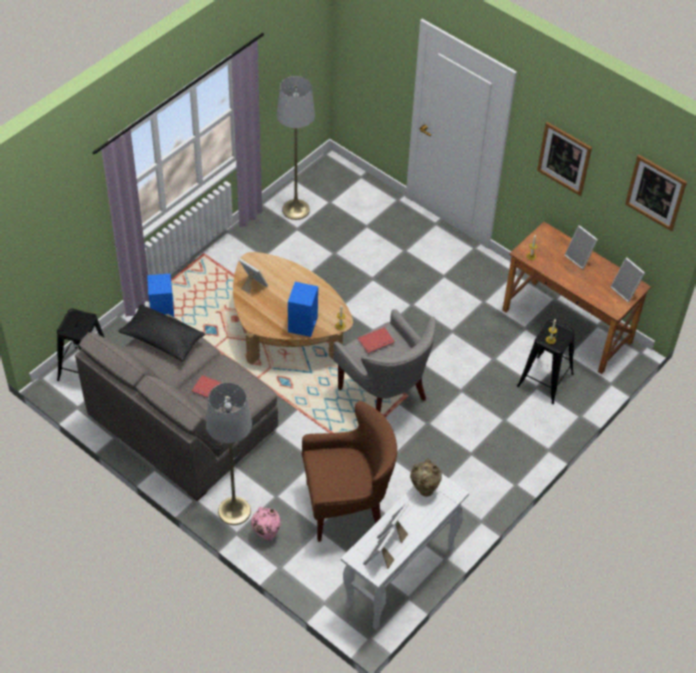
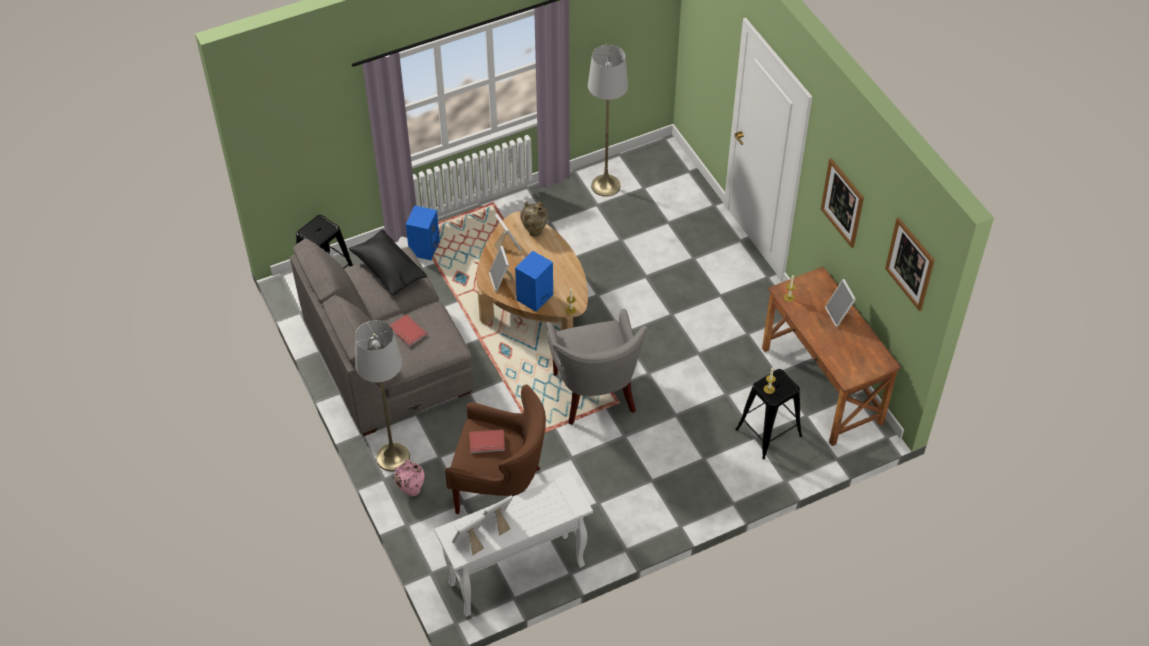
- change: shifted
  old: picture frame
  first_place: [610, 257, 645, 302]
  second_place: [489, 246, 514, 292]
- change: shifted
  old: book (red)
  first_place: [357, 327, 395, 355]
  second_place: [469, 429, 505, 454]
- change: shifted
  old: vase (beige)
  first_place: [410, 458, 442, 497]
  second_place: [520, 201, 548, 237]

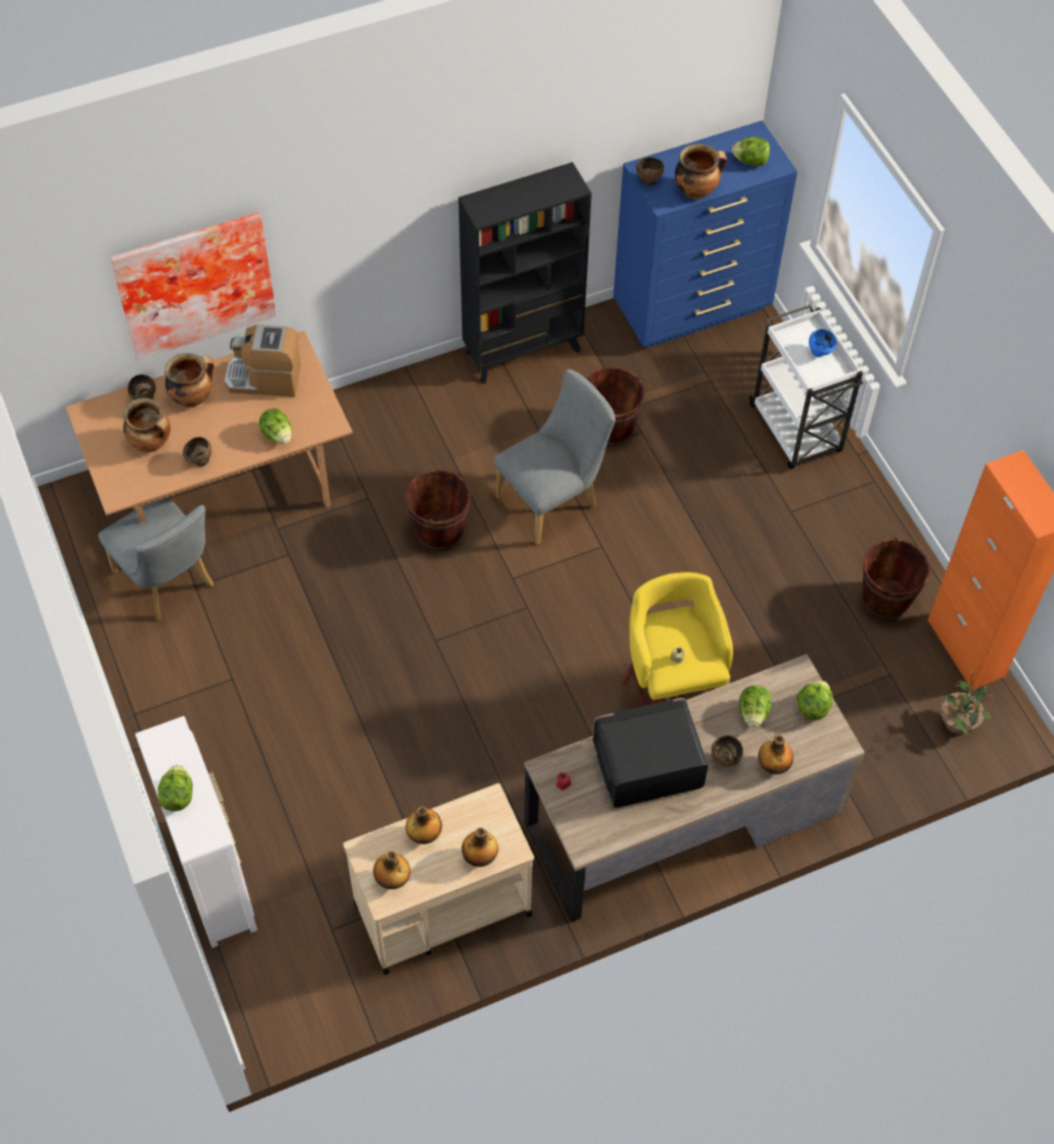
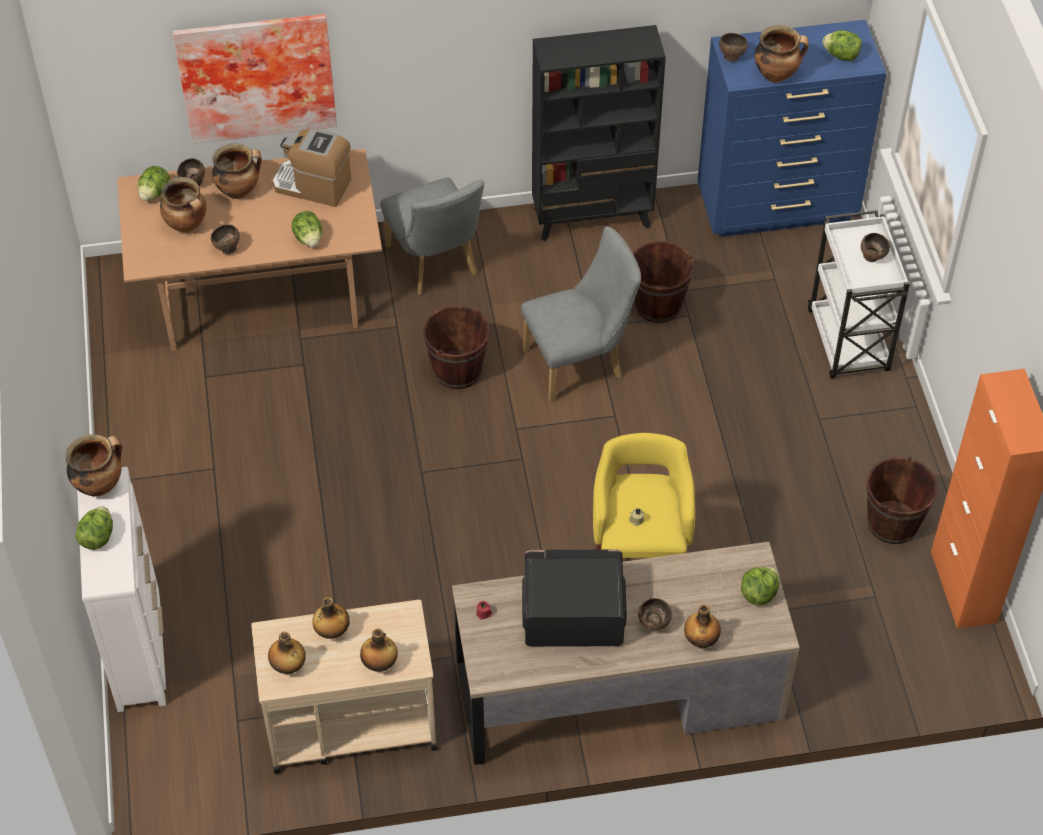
- change: repainted
  old: bowl (blue)
  new: bowl (brown)
  first_place: [809, 329, 837, 357]
  second_place: [861, 233, 890, 262]
- change: shifted
  old: chair (grey)
  first_place: [98, 497, 214, 620]
  second_place: [380, 177, 484, 295]
- change: gone
  old: potted plant
  first_place: [940, 669, 993, 734]
- change: shifted
  old: lettuce
  first_place: [739, 685, 771, 728]
  second_place: [138, 166, 170, 201]
- change: new
  new: cooking pot
  second_place: [66, 435, 122, 496]

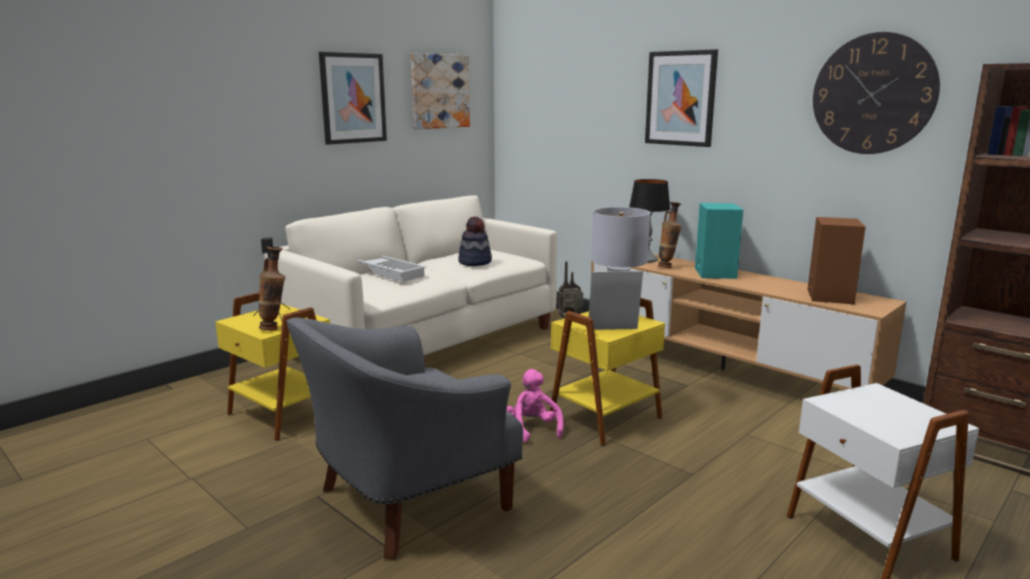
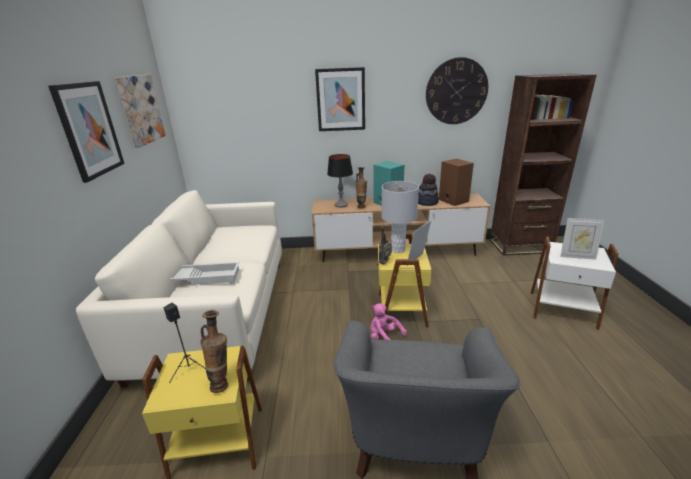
- change: shifted
  old: hat
  first_place: [458, 217, 492, 266]
  second_place: [418, 174, 439, 206]
- change: new
  new: picture frame
  second_place: [560, 218, 605, 260]

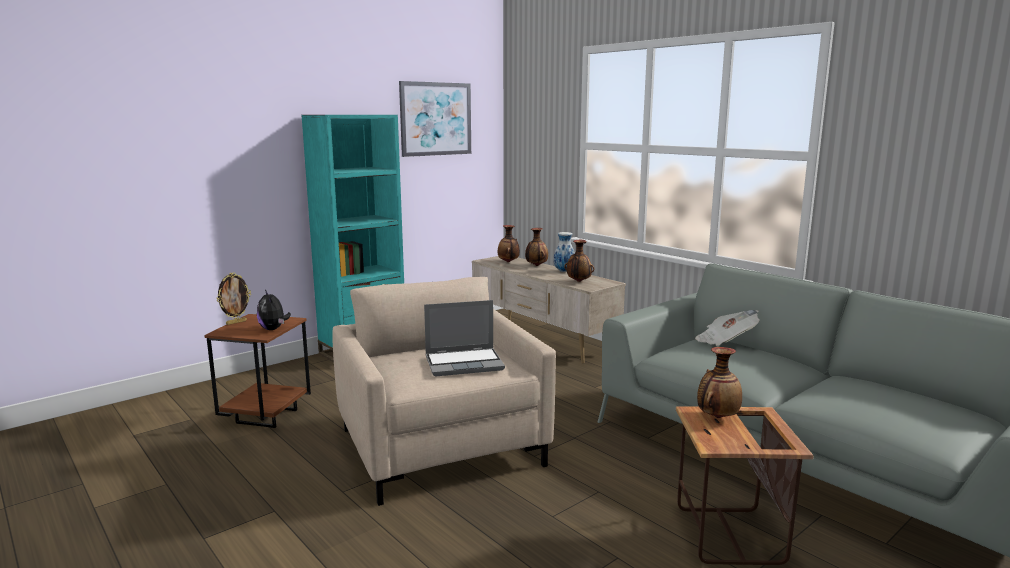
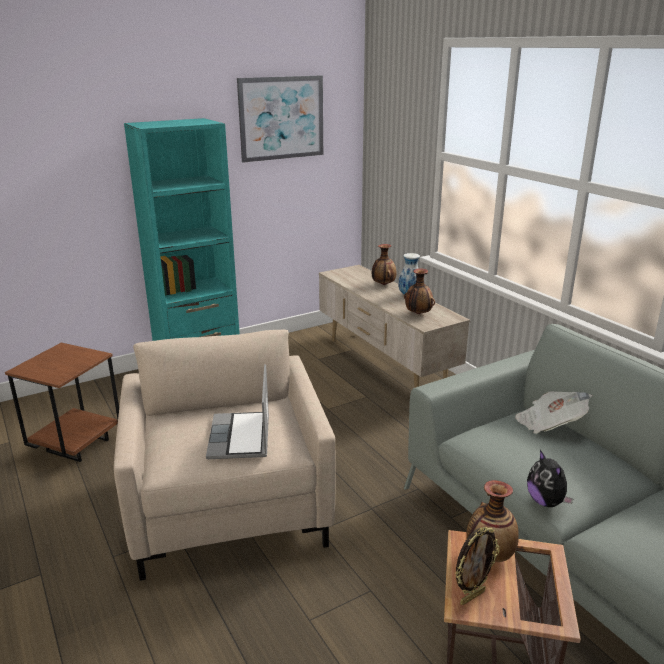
- change: gone
  old: vase
  first_place: [498, 225, 520, 262]
- change: shifted
  old: picture frame
  first_place: [217, 272, 251, 325]
  second_place: [455, 527, 500, 606]
- change: shifted
  old: plush toy
  first_place: [257, 290, 291, 330]
  second_place: [527, 450, 573, 507]
- change: rotated
  old: laptop
  first_place: [424, 300, 505, 377]
  second_place: [206, 364, 269, 459]
  degrees: 90

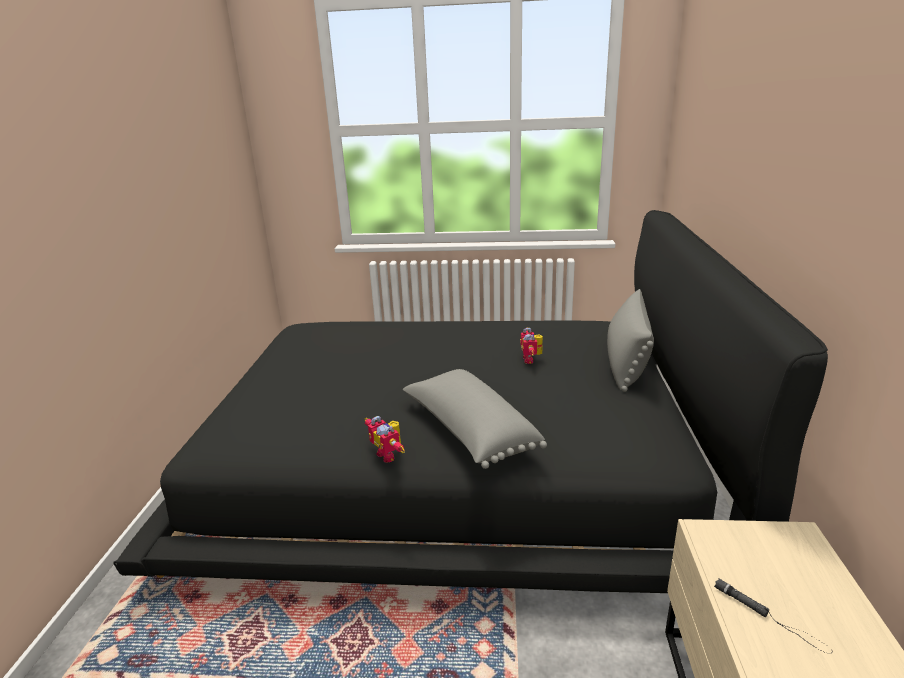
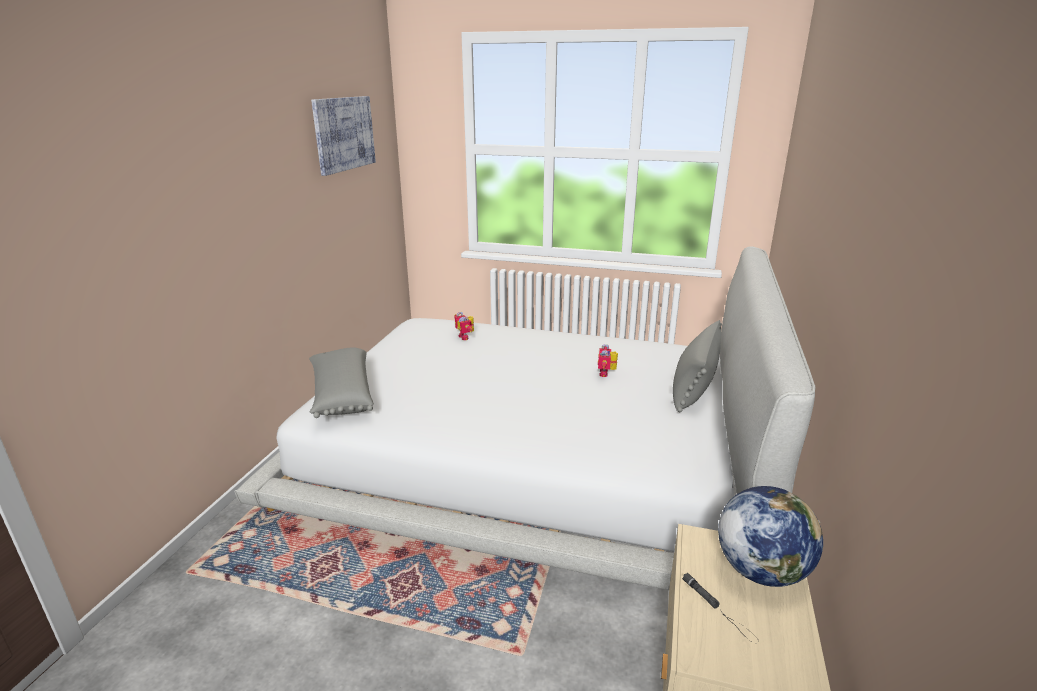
- change: repainted
  old: bed (black)
  new: bed (white)
  first_place: [113, 210, 828, 593]
  second_place: [234, 246, 815, 590]
- change: shifted
  old: pillow (grey)
  first_place: [403, 369, 547, 469]
  second_place: [309, 348, 374, 418]
- change: shifted
  old: toy robot
  first_place: [365, 416, 405, 463]
  second_place: [454, 312, 474, 340]
- change: new
  new: picture
  second_place: [311, 96, 376, 176]
- change: new
  new: globe
  second_place: [718, 486, 823, 587]

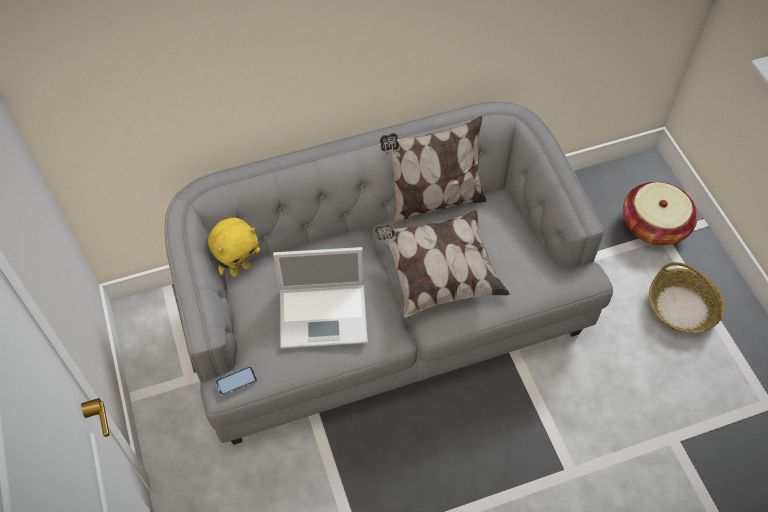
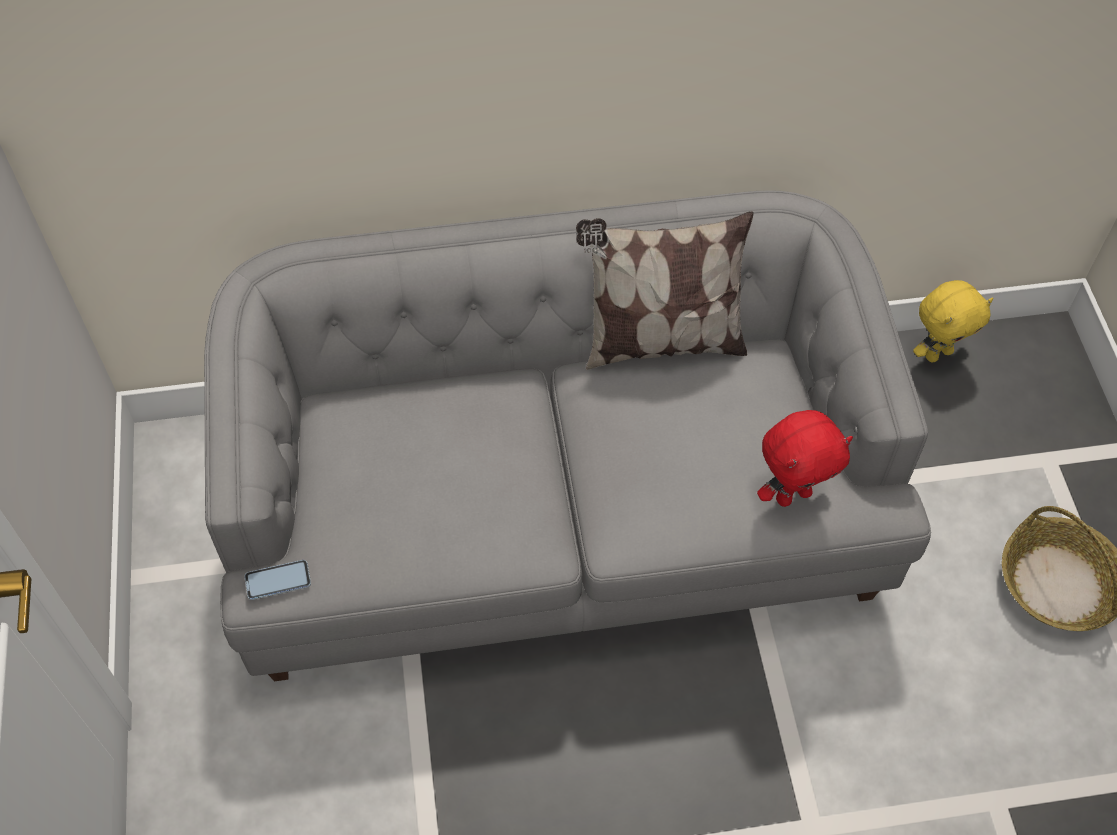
- change: gone
  old: basket
  first_place: [623, 182, 698, 245]
- change: gone
  old: pillow
  first_place: [375, 209, 510, 318]
- change: shifted
  old: plush toy (yellow)
  first_place: [208, 217, 260, 277]
  second_place: [913, 280, 993, 362]
- change: gone
  old: laptop
  first_place: [273, 247, 368, 349]
- change: new
  new: plush toy (red)
  second_place: [757, 410, 853, 507]

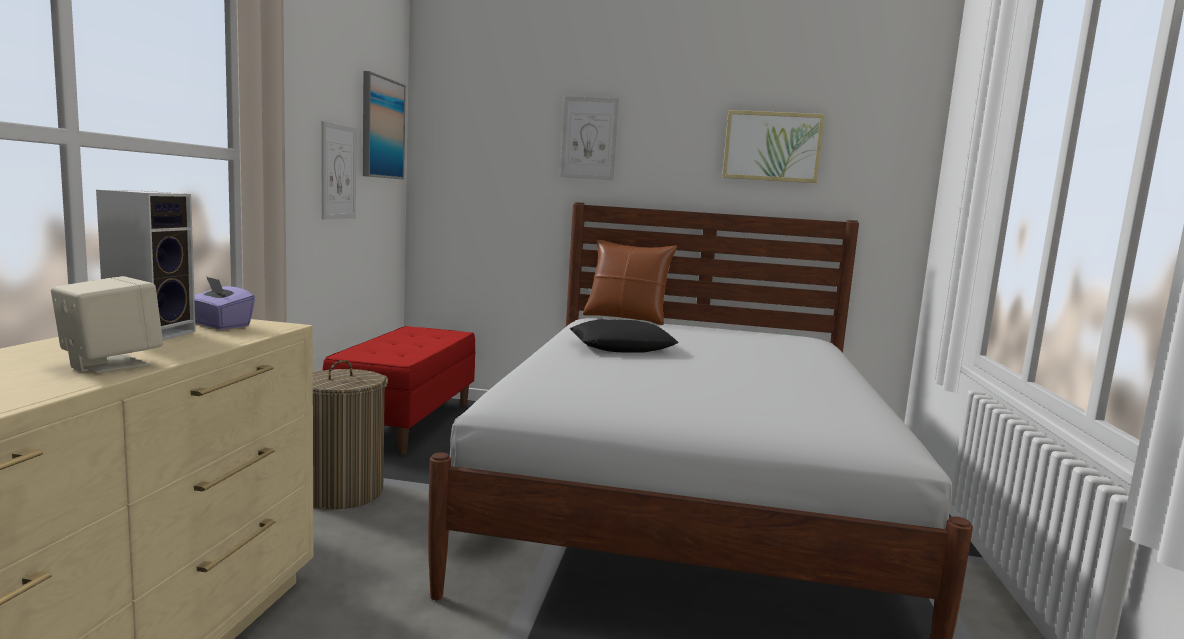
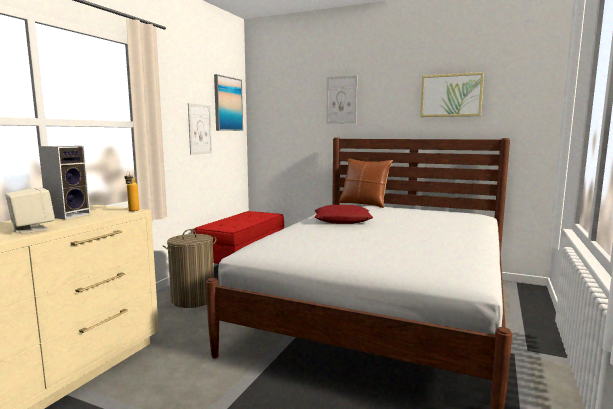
- change: gone
  old: tissue box (purple)
  first_place: [194, 276, 255, 330]
- change: repainted
  old: pillow (black)
  new: pillow (red)
  first_place: [570, 319, 678, 353]
  second_place: [314, 205, 373, 224]
- change: new
  new: bottle
  second_place: [124, 171, 139, 211]

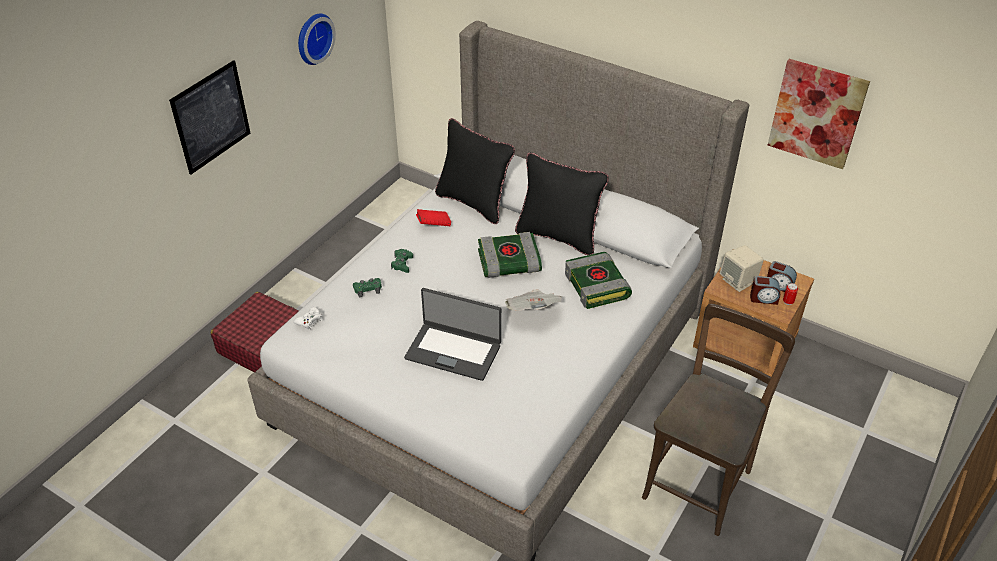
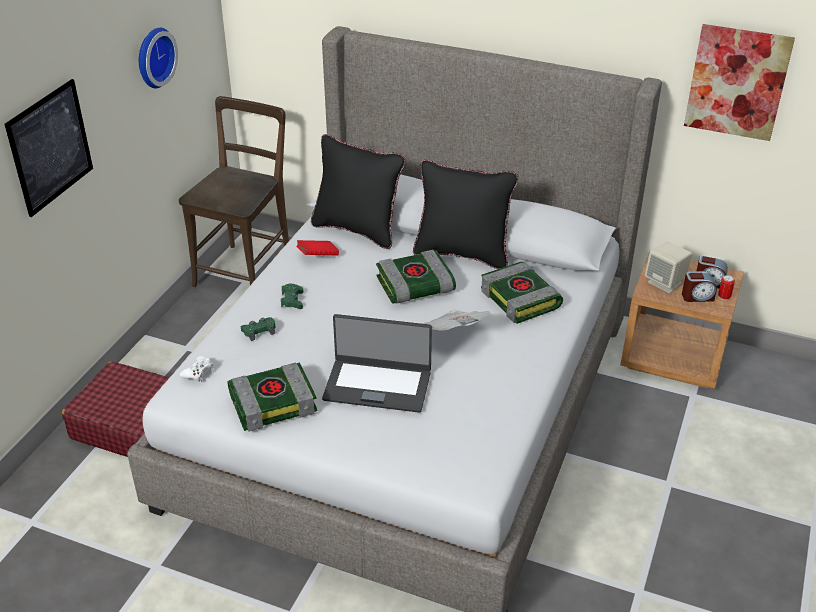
- change: shifted
  old: chair (brown)
  first_place: [642, 304, 795, 536]
  second_place: [179, 96, 289, 287]
- change: new
  new: book
  second_place: [227, 363, 317, 432]

